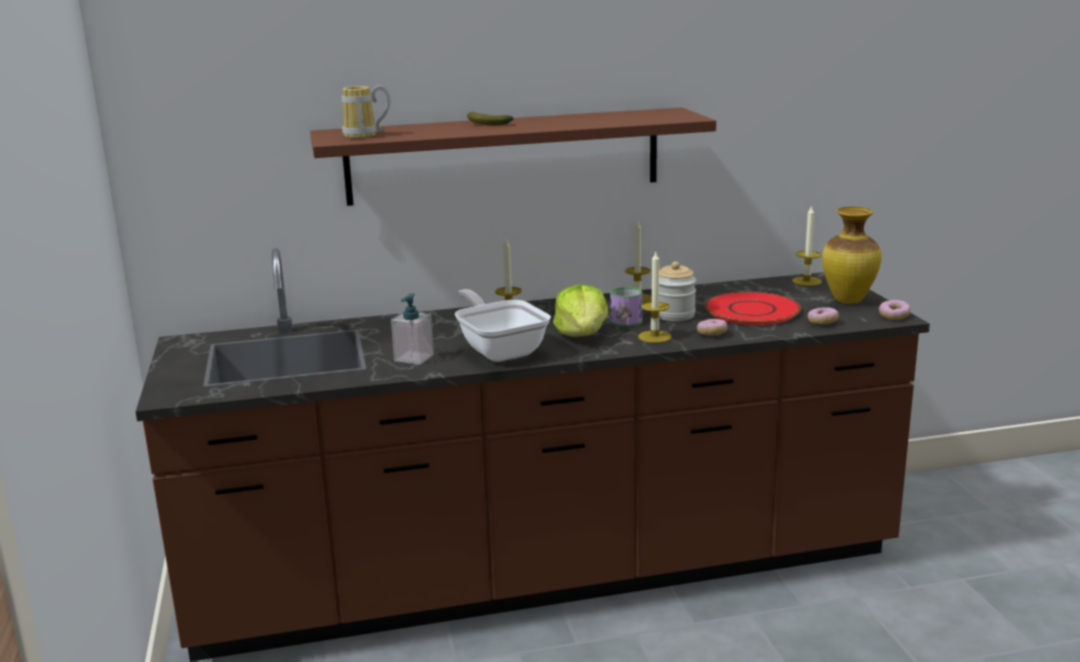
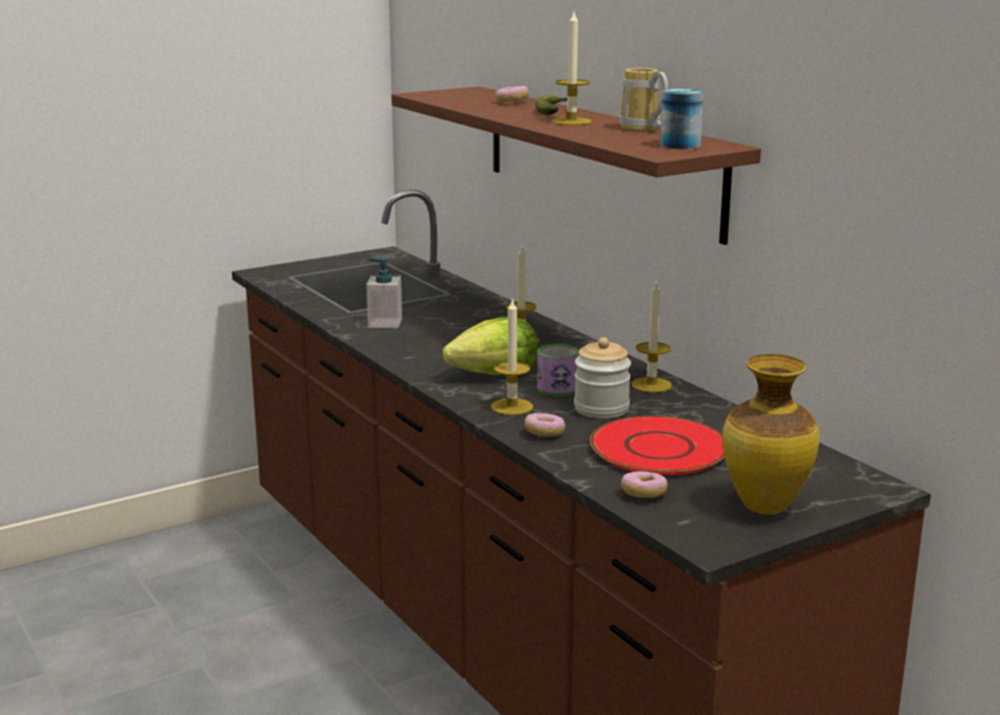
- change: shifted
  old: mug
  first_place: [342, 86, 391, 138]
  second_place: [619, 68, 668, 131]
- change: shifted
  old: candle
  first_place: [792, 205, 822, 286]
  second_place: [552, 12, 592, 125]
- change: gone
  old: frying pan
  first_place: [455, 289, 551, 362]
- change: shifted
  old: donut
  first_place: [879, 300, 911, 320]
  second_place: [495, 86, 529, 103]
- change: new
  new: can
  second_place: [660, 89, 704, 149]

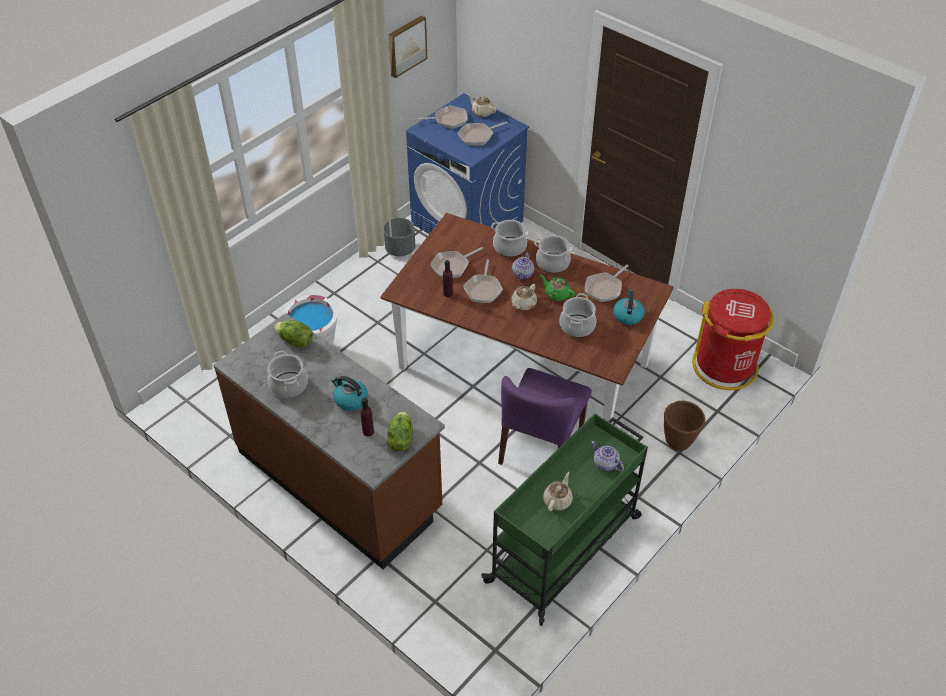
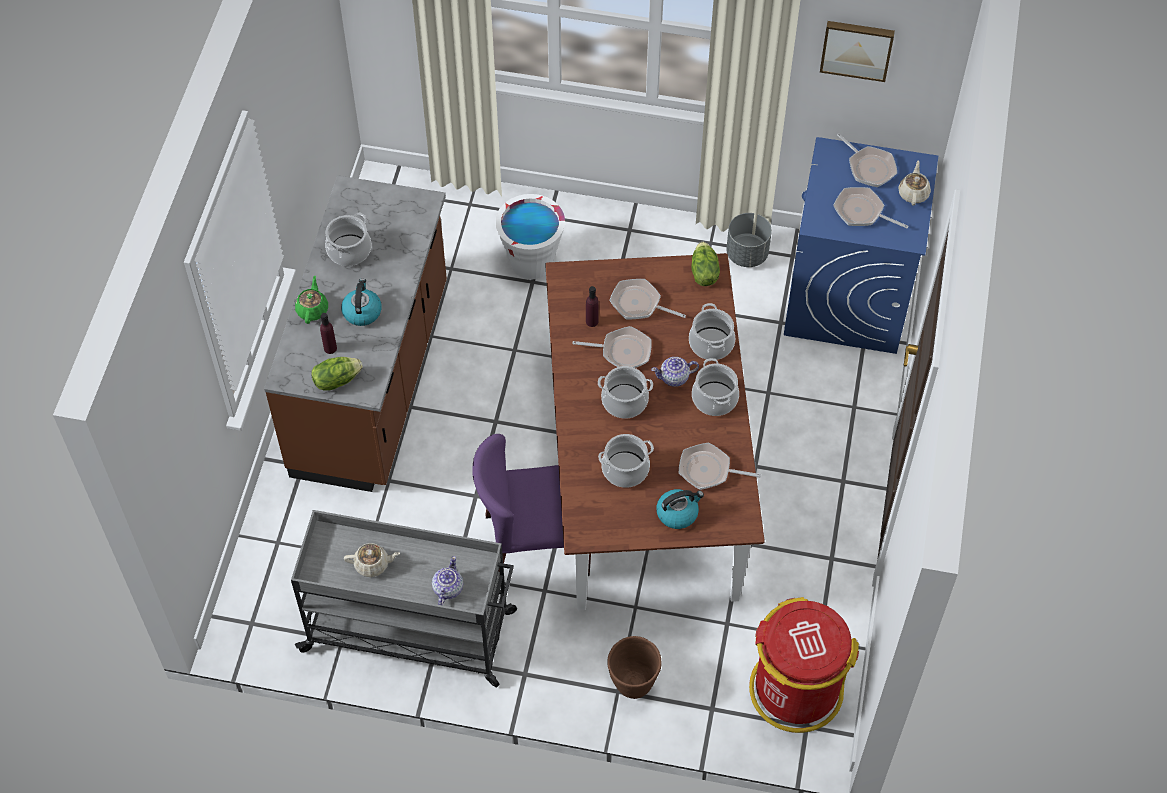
- change: rotated
  old: frying pan
  first_place: [463, 259, 503, 303]
  second_place: [572, 326, 652, 368]
  degrees: -150
- change: shifted
  old: teapot (green)
  first_place: [540, 275, 575, 301]
  second_place: [295, 276, 328, 324]
- change: swapped
  old: teapot (beige)
  new: cooking pot
  first_place: [512, 284, 537, 310]
  second_place: [598, 366, 653, 419]
- change: shifted
  old: lettuce
  first_place: [274, 320, 313, 347]
  second_place: [691, 242, 720, 286]
- change: repainted
  old: cart (green)
  new: cart (grey)
  first_place: [481, 413, 648, 626]
  second_place: [291, 510, 517, 687]

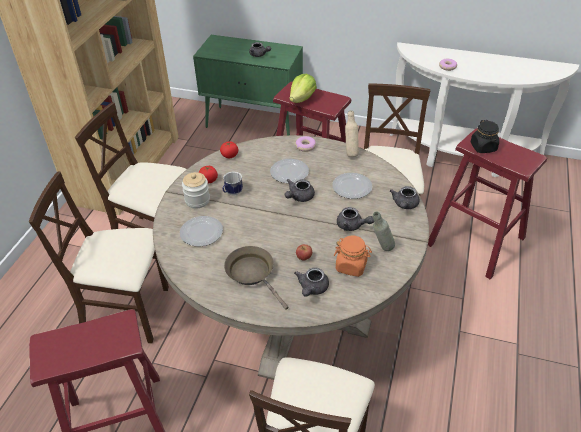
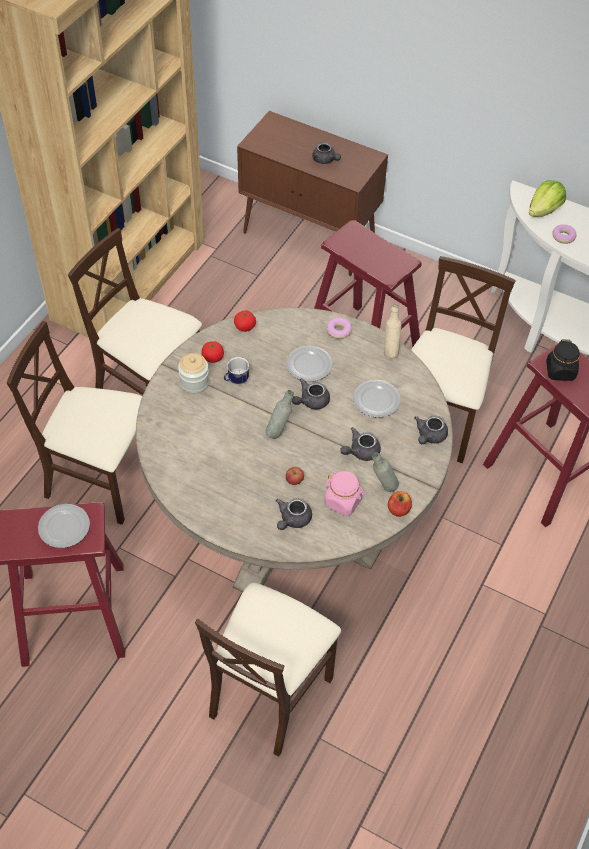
- change: repainted
  old: cabinet (green)
  new: cabinet (brown)
  first_place: [193, 35, 303, 135]
  second_place: [237, 111, 388, 276]
- change: shifted
  old: lettuce
  first_place: [290, 74, 317, 103]
  second_place: [529, 180, 566, 217]
- change: rotated
  old: teapot (grey)
  first_place: [337, 207, 374, 231]
  second_place: [340, 427, 381, 461]
  degrees: 105
- change: shifted
  old: plate
  first_place: [180, 216, 223, 247]
  second_place: [38, 504, 90, 548]
- change: repainted
  old: jar (orange)
  new: jar (pink)
  first_place: [334, 235, 372, 277]
  second_place: [324, 471, 365, 516]
- change: gone
  old: frying pan (brown)
  first_place: [224, 246, 289, 310]
- change: new
  new: bottle (grey)
  second_place: [266, 390, 294, 439]
- change: new
  new: apple
  second_place: [388, 491, 412, 517]

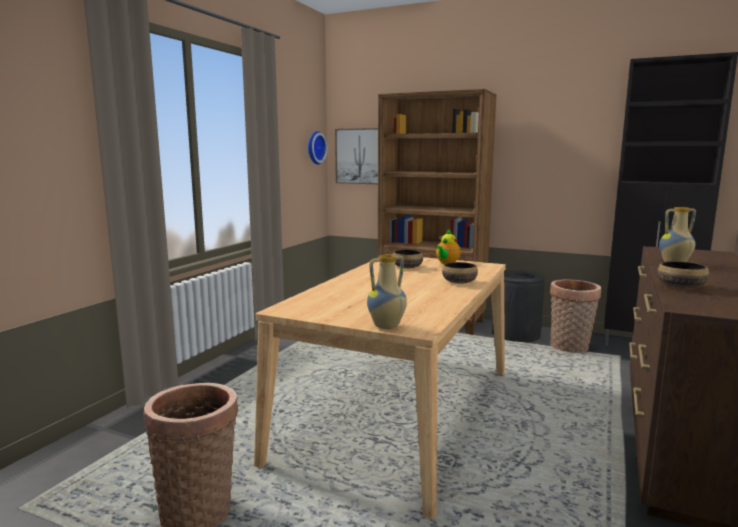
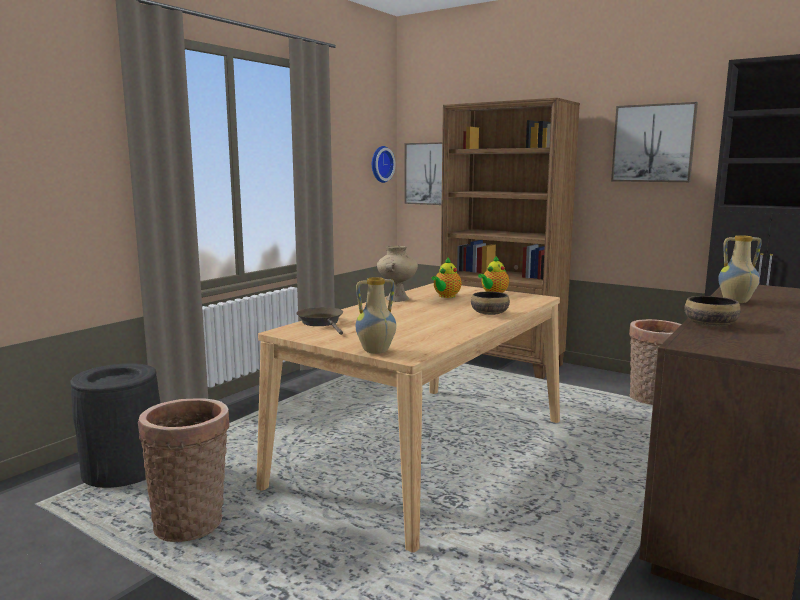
- change: swapped
  old: bowl
  new: teapot
  first_place: [392, 250, 423, 268]
  second_place: [431, 257, 461, 298]
- change: shifted
  old: trash can (black)
  first_place: [492, 270, 545, 342]
  second_place: [70, 363, 160, 488]
- change: new
  new: picture
  second_place: [611, 102, 698, 182]
- change: new
  new: vase (beige)
  second_place: [377, 246, 418, 302]
- change: new
  new: frying pan (brown)
  second_place: [296, 307, 343, 335]

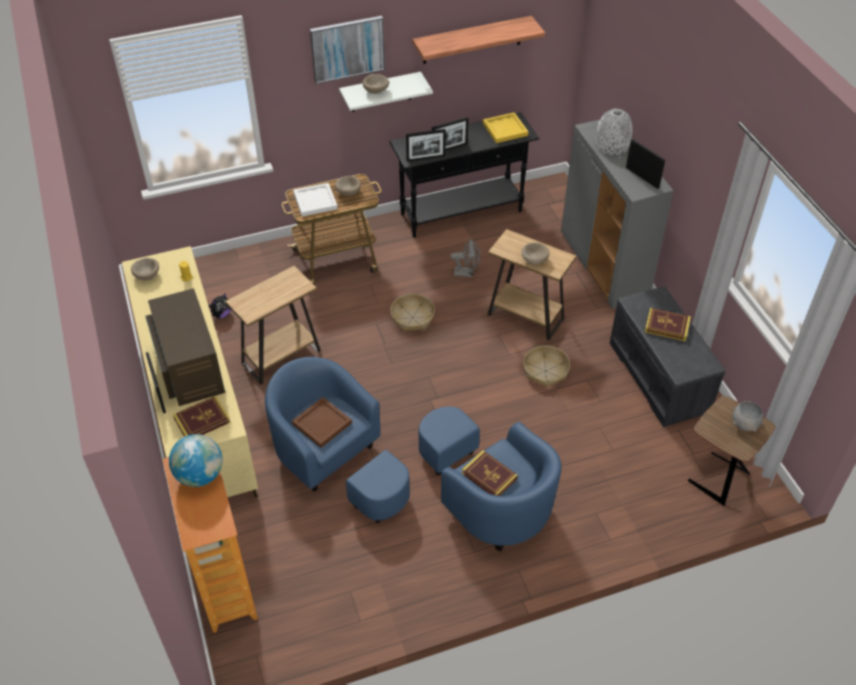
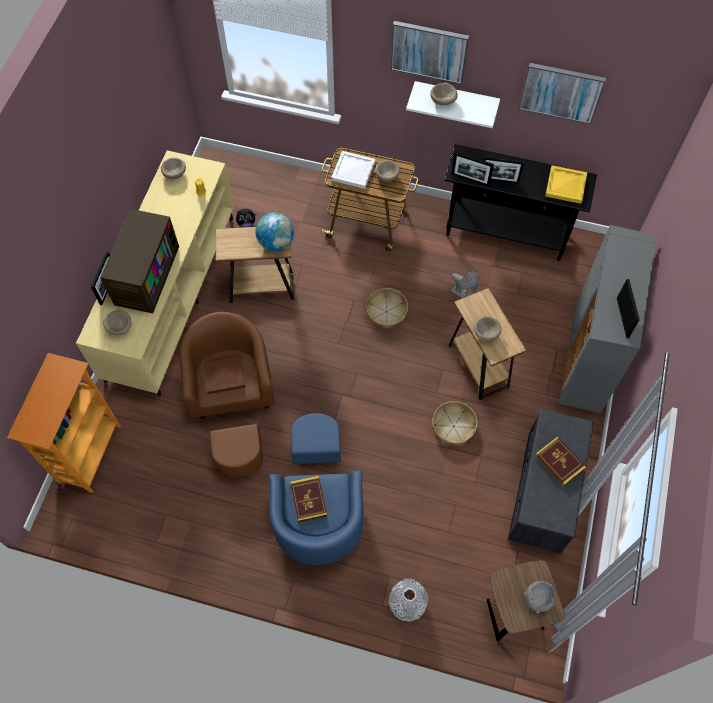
- change: swapped
  old: shelf
  new: picture
  first_place: [412, 16, 545, 64]
  second_place: [519, 63, 606, 124]
- change: shifted
  old: vase (grey)
  first_place: [595, 109, 633, 155]
  second_place: [389, 578, 429, 622]
- change: repainted
  old: armchair (blue)
  new: armchair (brown)
  first_place: [265, 357, 410, 523]
  second_place: [179, 312, 275, 477]
- change: swapped
  old: book
  new: bowl (beige)
  first_place: [173, 396, 230, 437]
  second_place: [103, 310, 132, 335]
- change: shifted
  old: globe
  first_place: [169, 434, 223, 487]
  second_place: [255, 212, 294, 251]

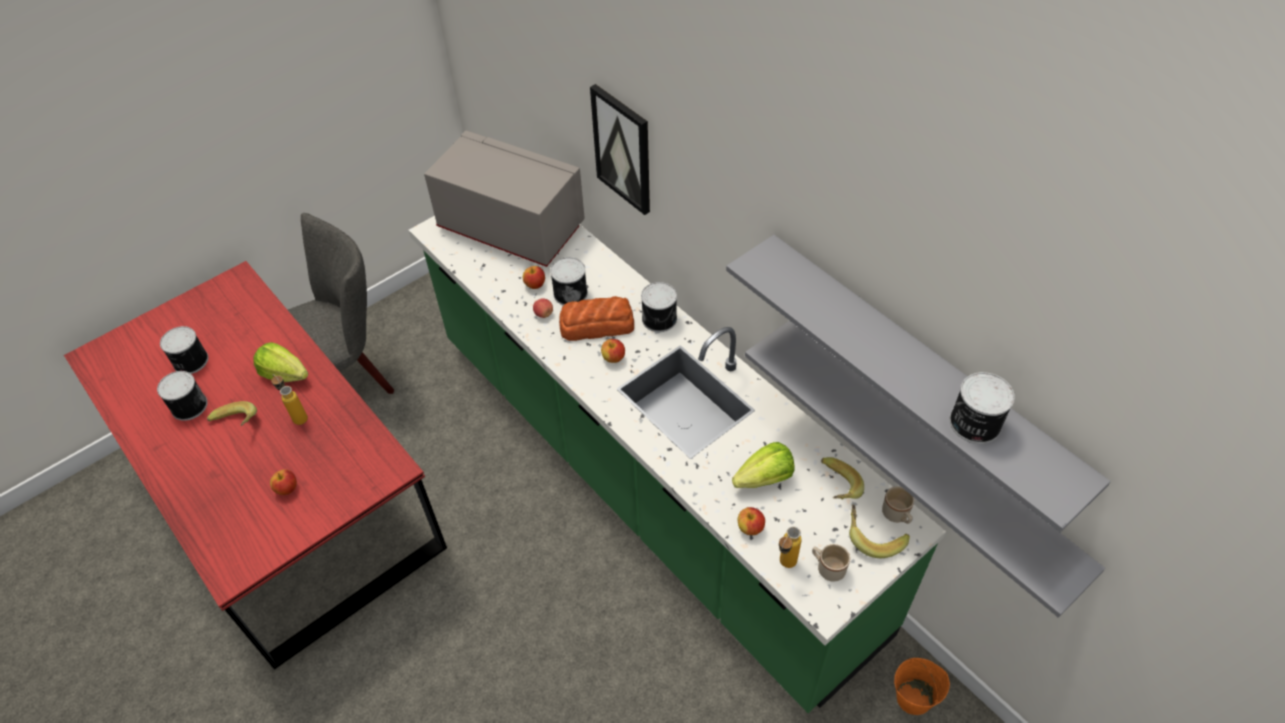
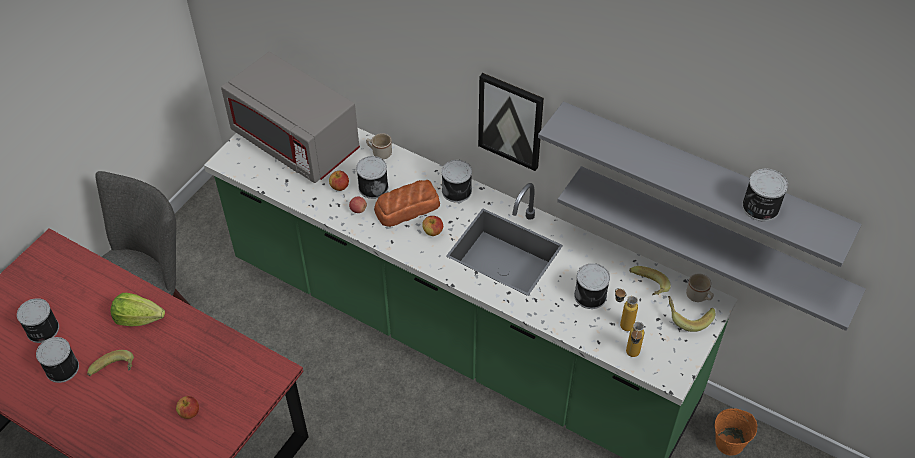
- change: shifted
  old: picture
  first_place: [590, 84, 650, 215]
  second_place: [478, 73, 544, 171]
- change: rotated
  old: microwave (grey)
  first_place: [424, 131, 584, 267]
  second_place: [221, 52, 360, 183]
  degrees: -150
- change: shifted
  old: bottle
  first_place: [271, 374, 308, 425]
  second_place: [615, 288, 638, 331]
- change: swapped
  old: lettuce
  new: can
  first_place: [732, 442, 794, 488]
  second_place: [574, 263, 610, 309]
- change: gone
  old: apple
  first_place: [738, 507, 765, 535]
- change: shifted
  old: mug (beige)
  first_place: [812, 544, 850, 581]
  second_place: [366, 133, 392, 159]

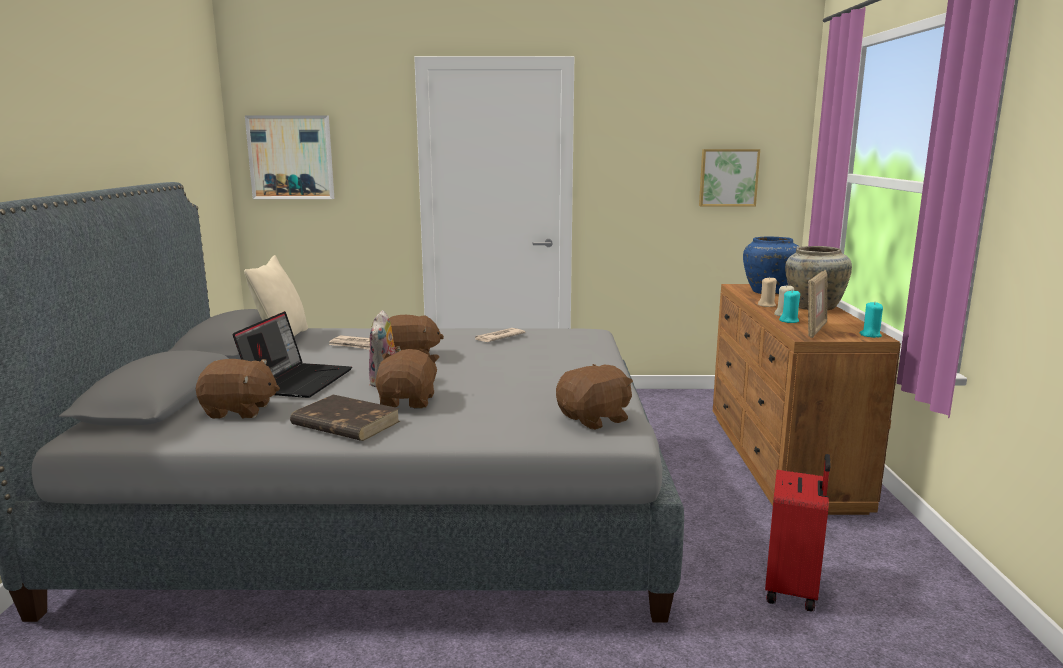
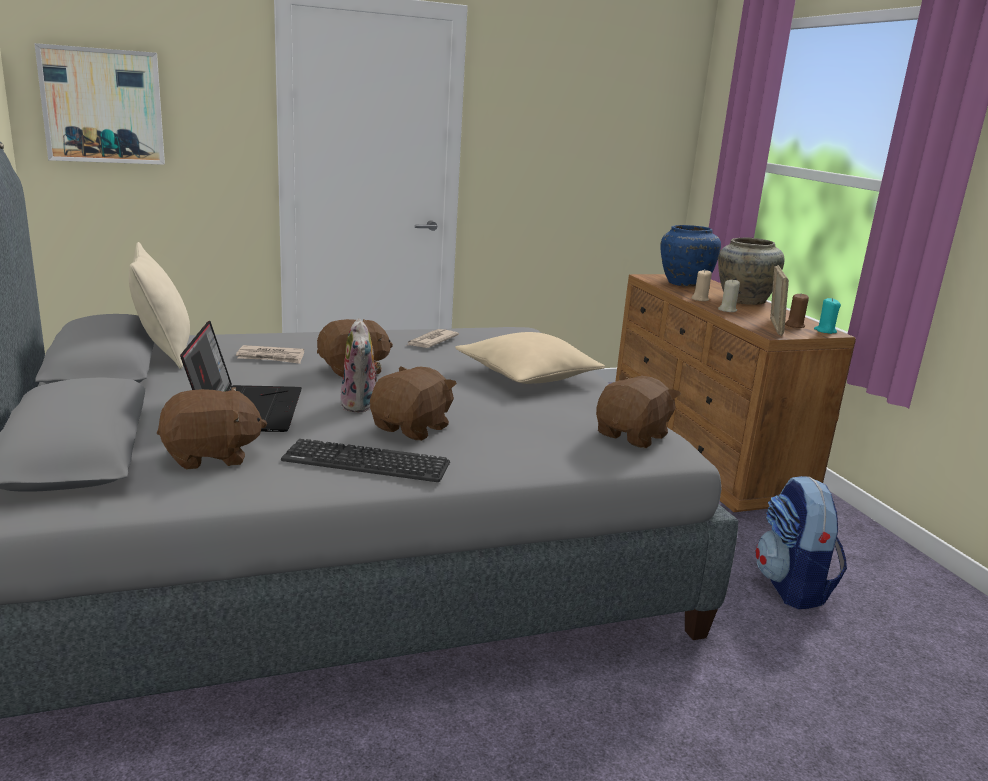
- change: gone
  old: picture
  first_place: [699, 149, 760, 206]
- change: gone
  old: candle (turquoise)
  first_place: [779, 290, 800, 323]
- change: rotated
  old: plush toy (brown)
  first_place: [375, 349, 440, 409]
  second_place: [370, 366, 457, 441]
  degrees: 45
- change: swapped
  old: book (brown)
  new: keyboard
  first_place: [290, 395, 400, 441]
  second_place: [281, 439, 450, 482]
- change: swapped
  old: suitcase (red)
  new: backpack
  first_place: [765, 454, 831, 612]
  second_place: [755, 476, 847, 609]
- change: new
  new: candle (brown)
  second_place: [785, 293, 809, 328]
- change: new
  new: pillow (beige)
  second_place: [455, 332, 605, 384]

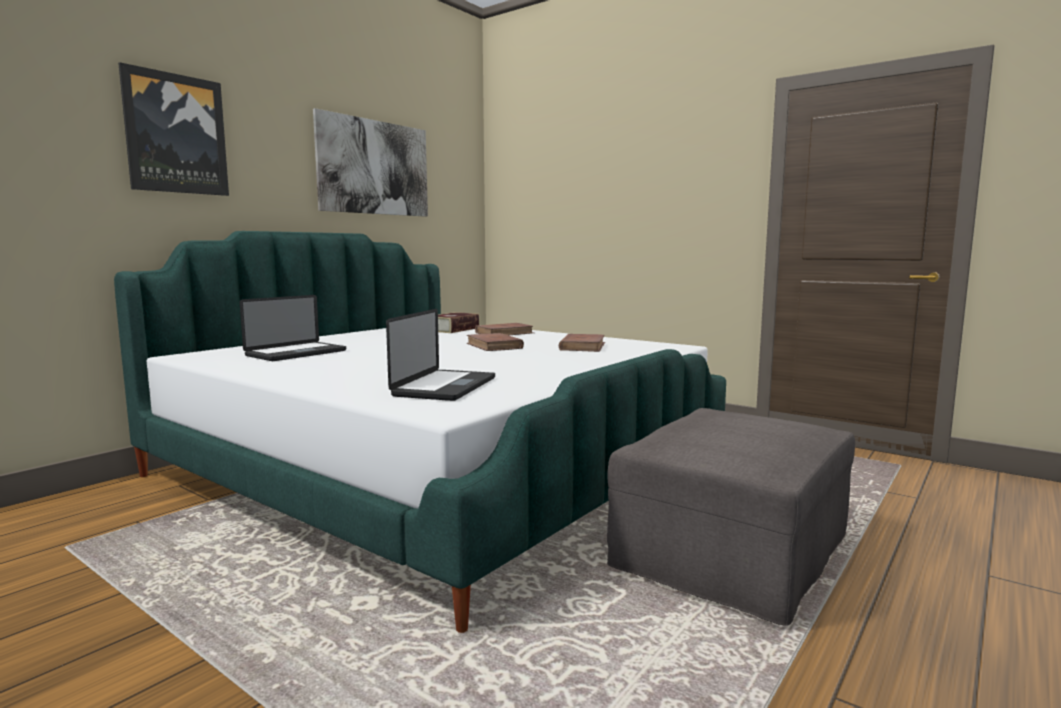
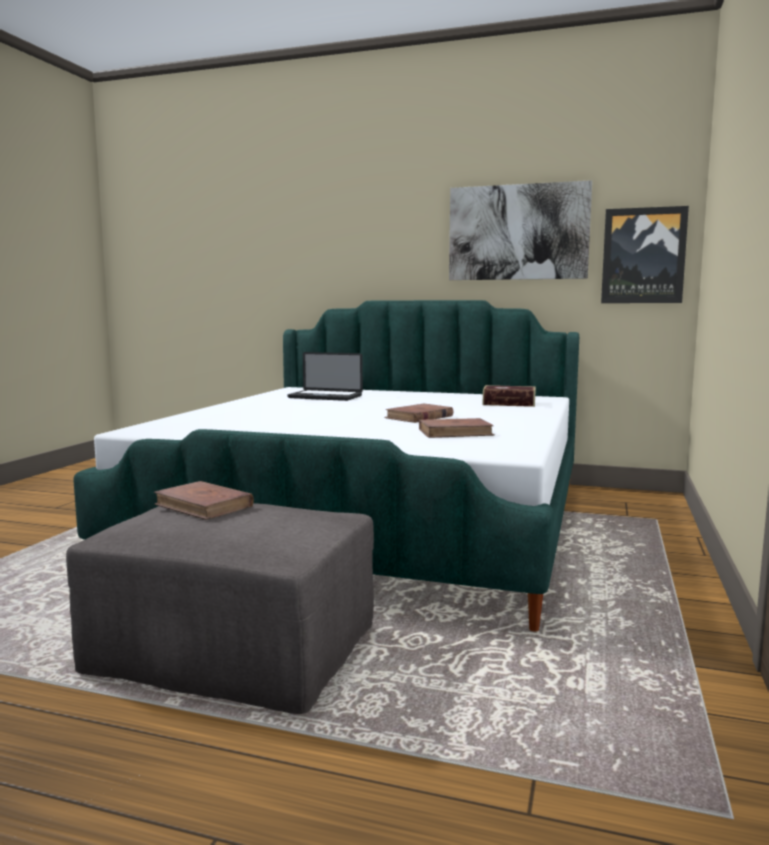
- change: shifted
  old: picture
  first_place: [118, 62, 229, 196]
  second_place: [601, 206, 689, 303]
- change: gone
  old: laptop
  first_place: [386, 309, 495, 401]
- change: shifted
  old: book (brown)
  first_place: [475, 323, 534, 335]
  second_place: [154, 481, 254, 520]

